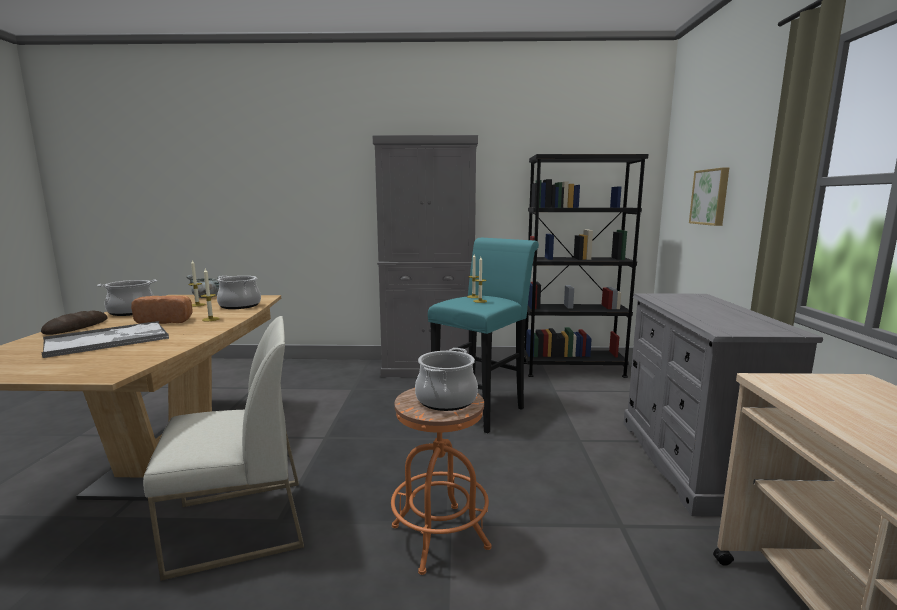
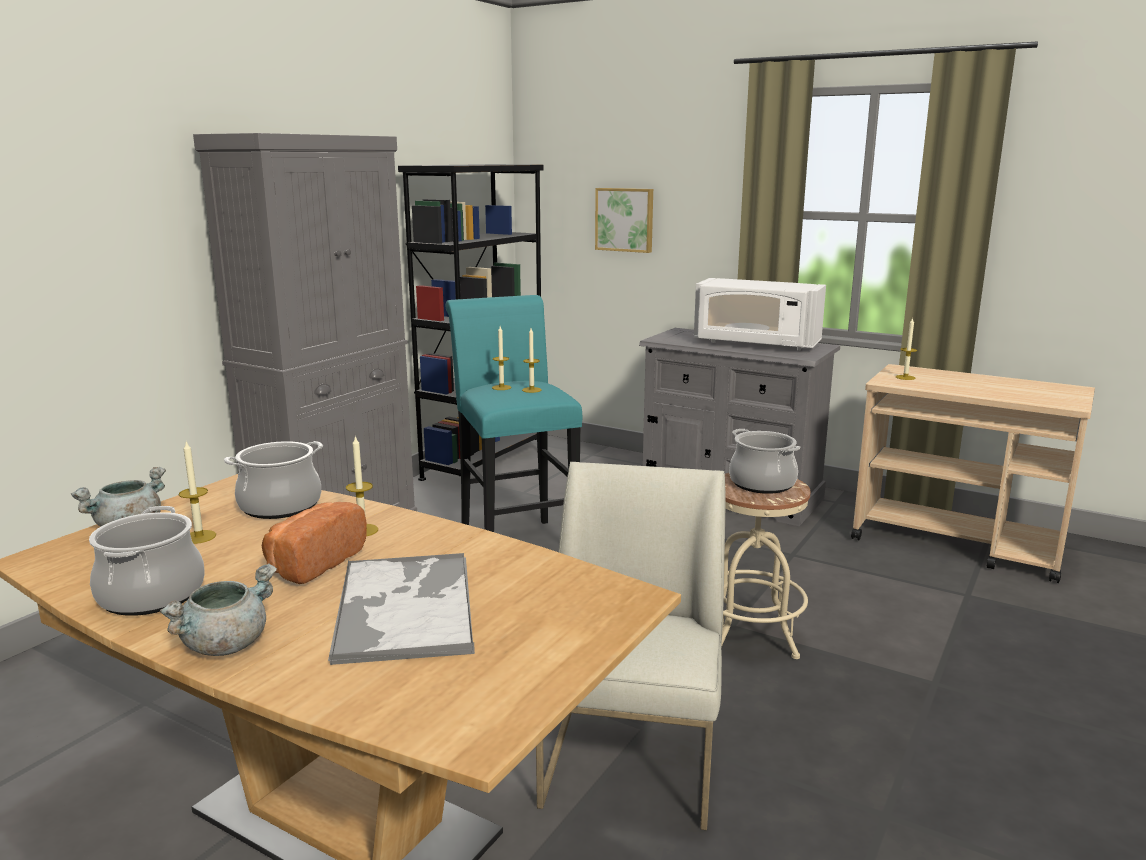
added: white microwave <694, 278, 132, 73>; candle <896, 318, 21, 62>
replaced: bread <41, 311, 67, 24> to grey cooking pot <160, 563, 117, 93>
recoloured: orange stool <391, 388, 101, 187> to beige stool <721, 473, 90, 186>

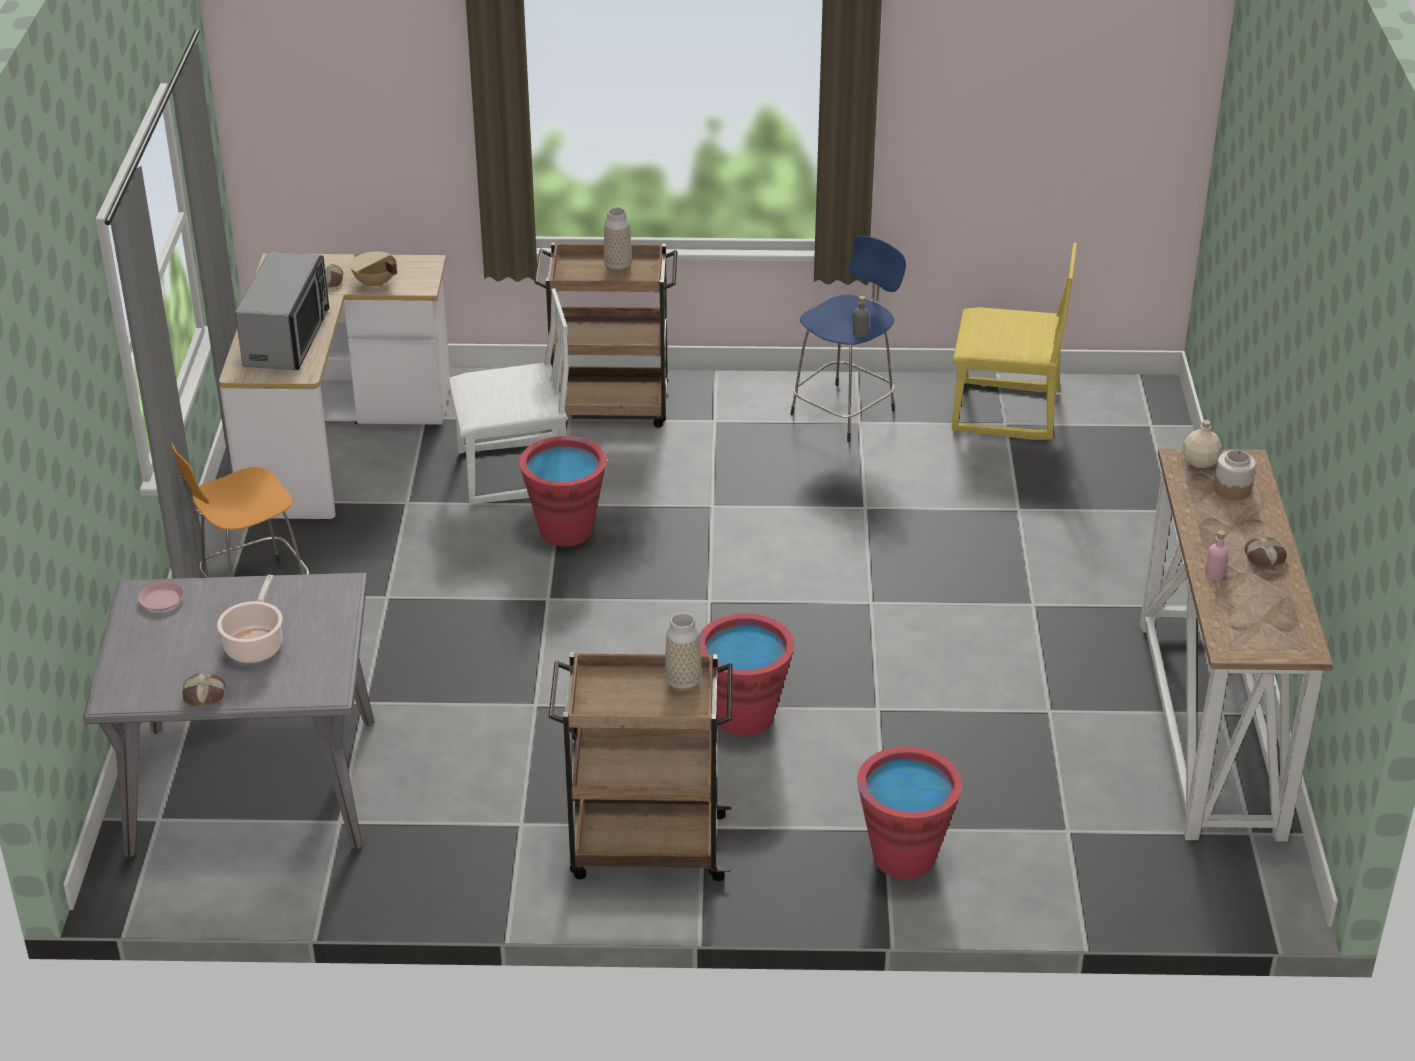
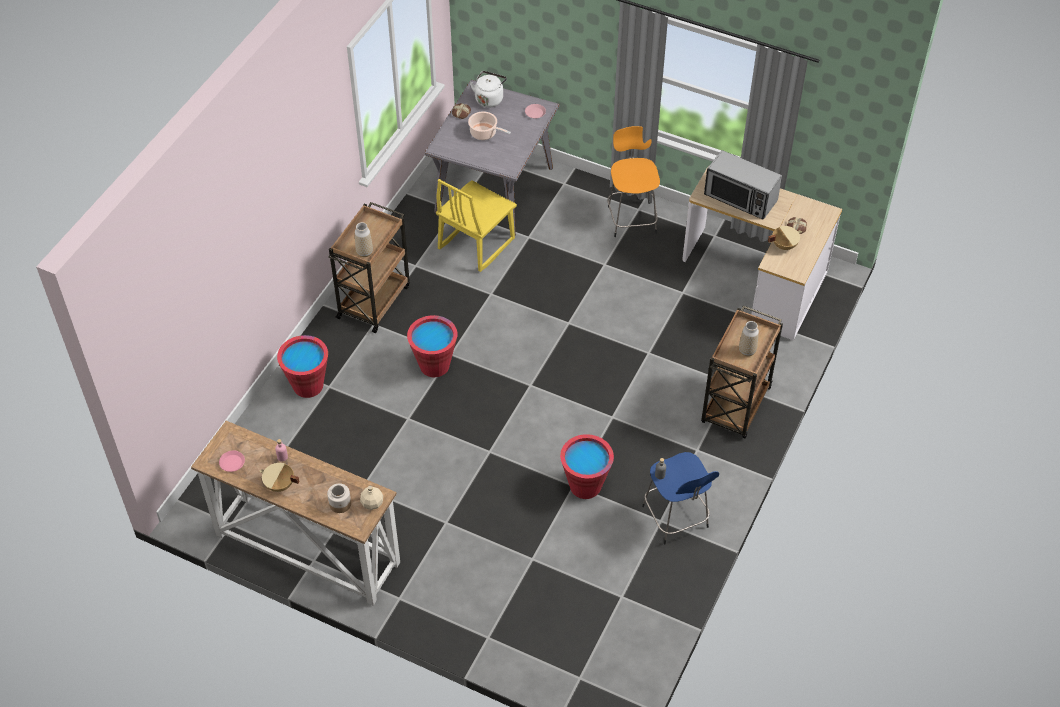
removed: white chair <448, 288, 121, 217>
added: pink plate <219, 451, 26, 21>; white kettle <470, 71, 37, 37>
moved: yellow chair <952, 243, 125, 197> to <436, 179, 81, 93>; red bucket <519, 436, 88, 111> to <560, 434, 54, 65>
replaced: bread <1245, 537, 42, 31> to beige cooking pot <259, 463, 41, 29>

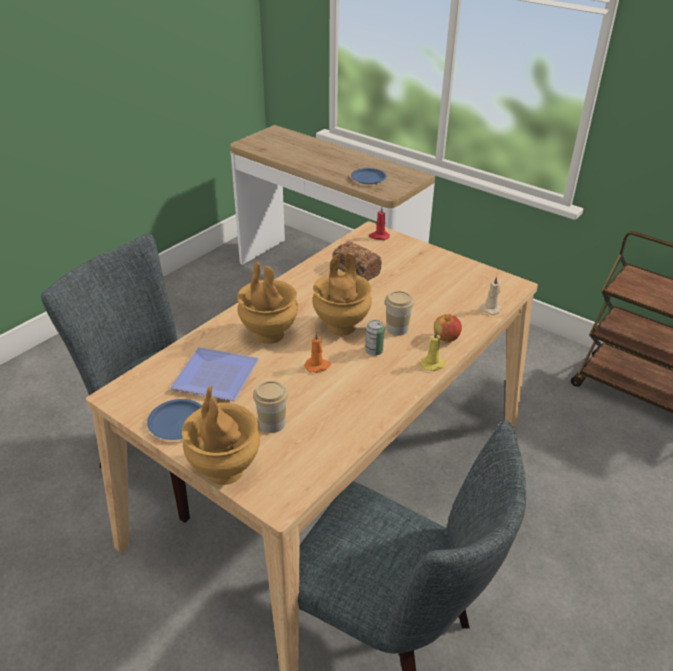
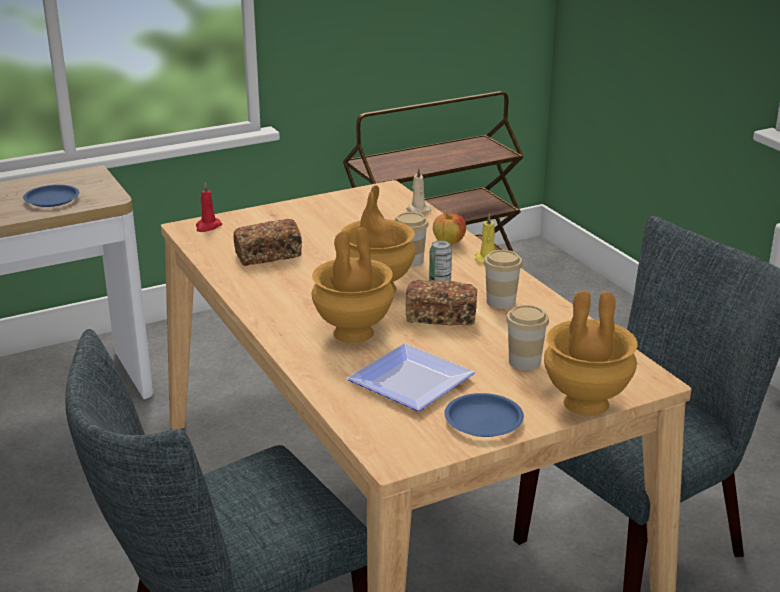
added: cup <484, 250, 39, 59>
replaced: orange candle <304, 331, 27, 42> to bread <406, 280, 71, 46>

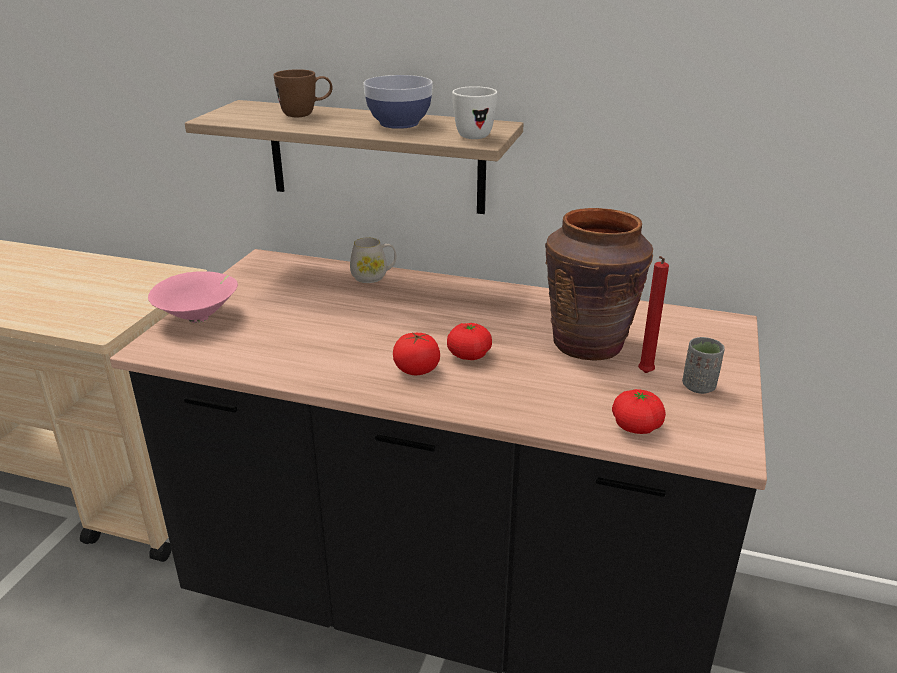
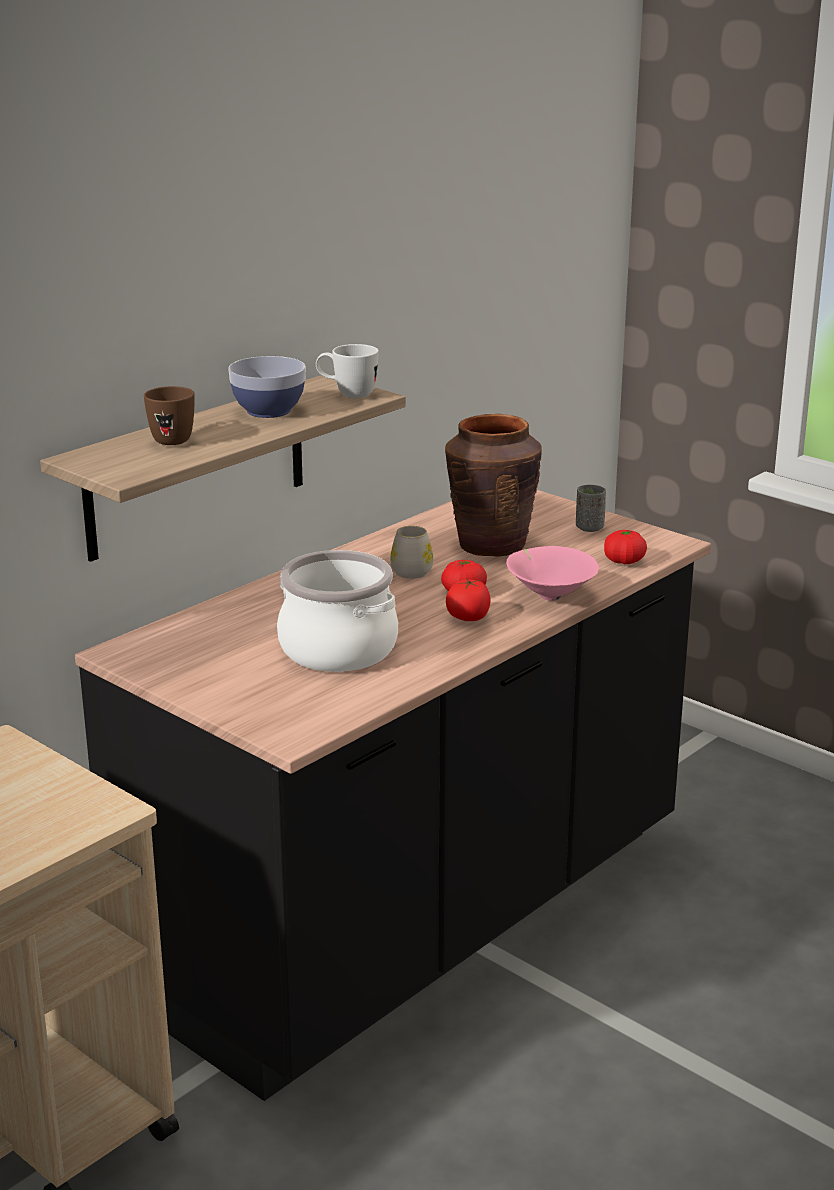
removed: red candle <638, 256, 31, 117>
added: cooking pot <277, 550, 121, 122>
moved: white mug <350, 238, 46, 45> to <390, 526, 43, 53>; pink bowl <148, 271, 90, 52> to <506, 546, 93, 55>

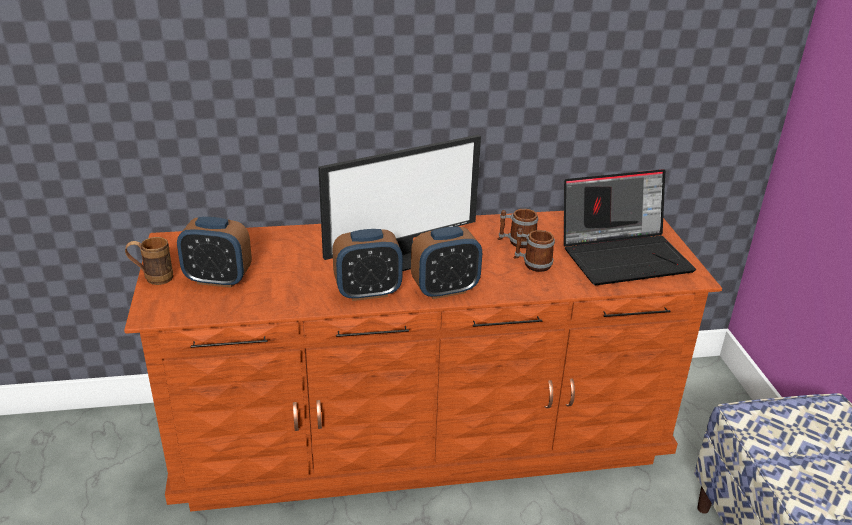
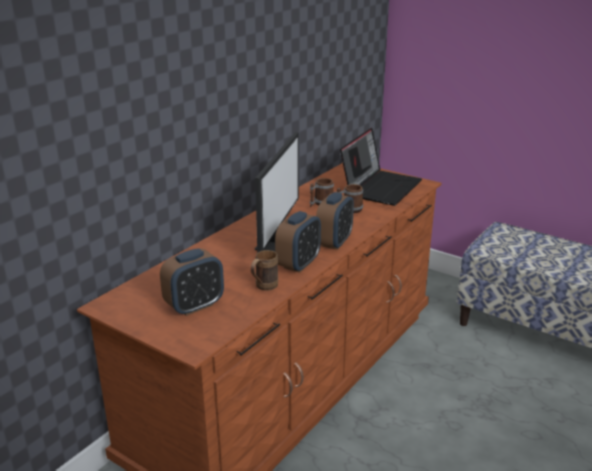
moved: brown mug <125, 237, 48, 48> to <250, 250, 28, 41>

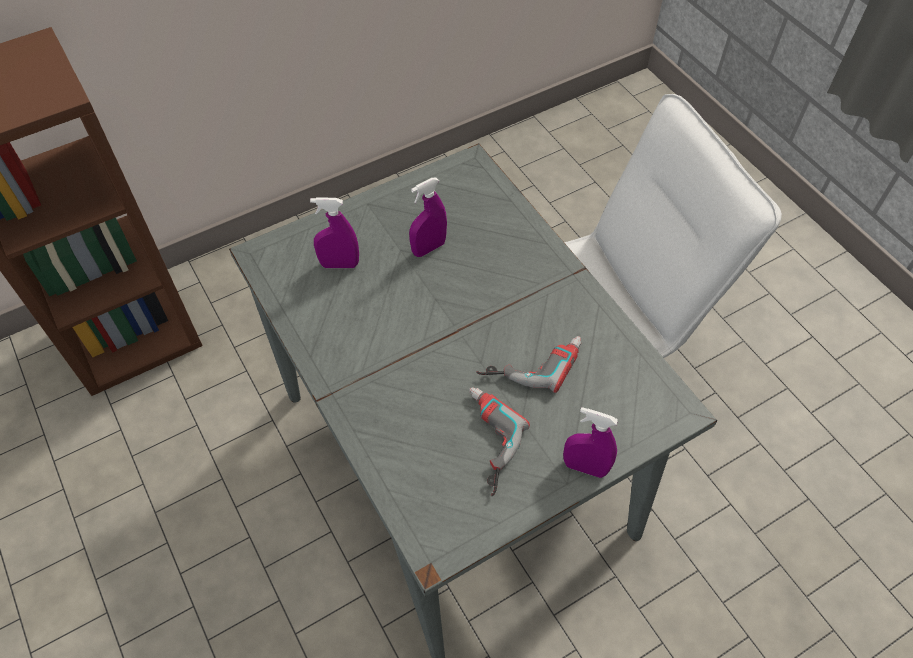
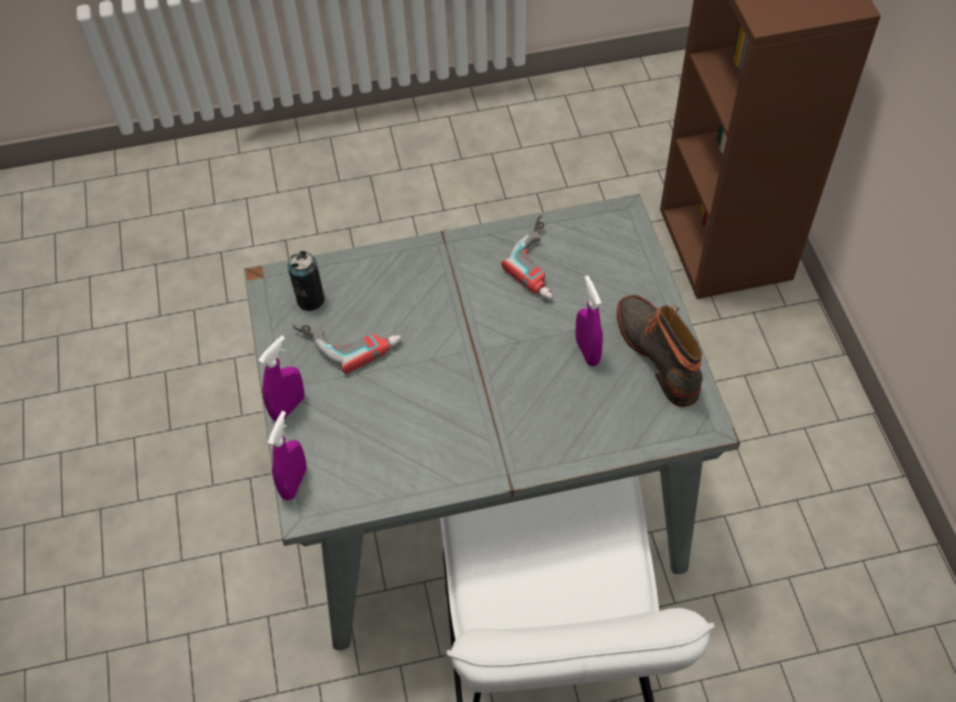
added: can <288, 251, 37, 60>; boot <617, 295, 86, 112>
moved: purple spray bottle <310, 198, 49, 70> to <267, 411, 40, 89>; power drill <476, 336, 105, 57> to <501, 215, 52, 84>

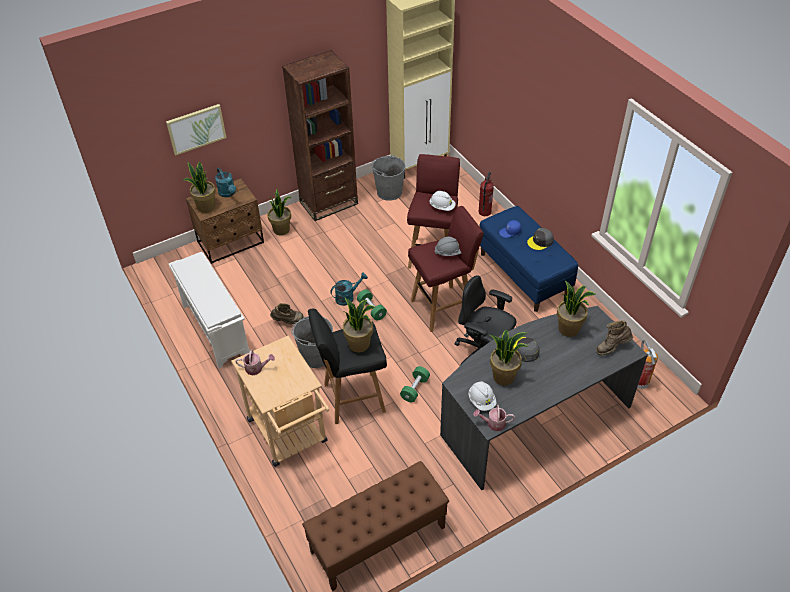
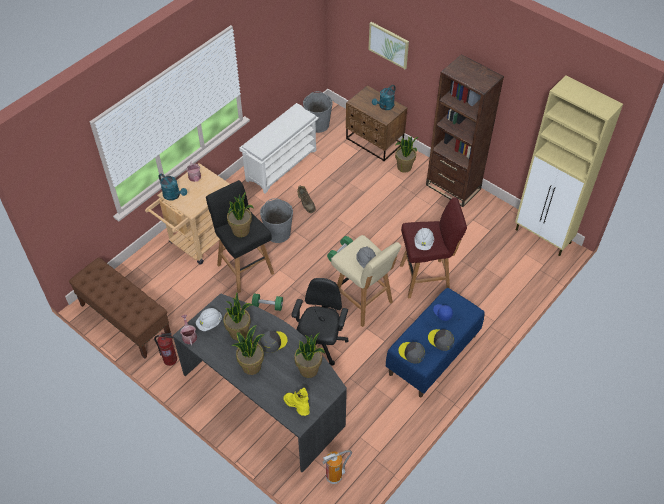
added: grey cap <398, 342, 27, 22>
moved: fire extinguisher <479, 172, 15, 44> to <154, 333, 23, 33>; turquoise watering can <330, 273, 38, 33> to <159, 174, 28, 26>; potted plant <183, 162, 33, 51> to <231, 325, 33, 50>; grey bucket <371, 155, 34, 46> to <303, 91, 30, 42>
recoloured: brown boot <596, 320, 37, 35> to yellow boot <283, 388, 27, 28>; red stool <408, 206, 76, 126> to beige stool <331, 235, 70, 92>

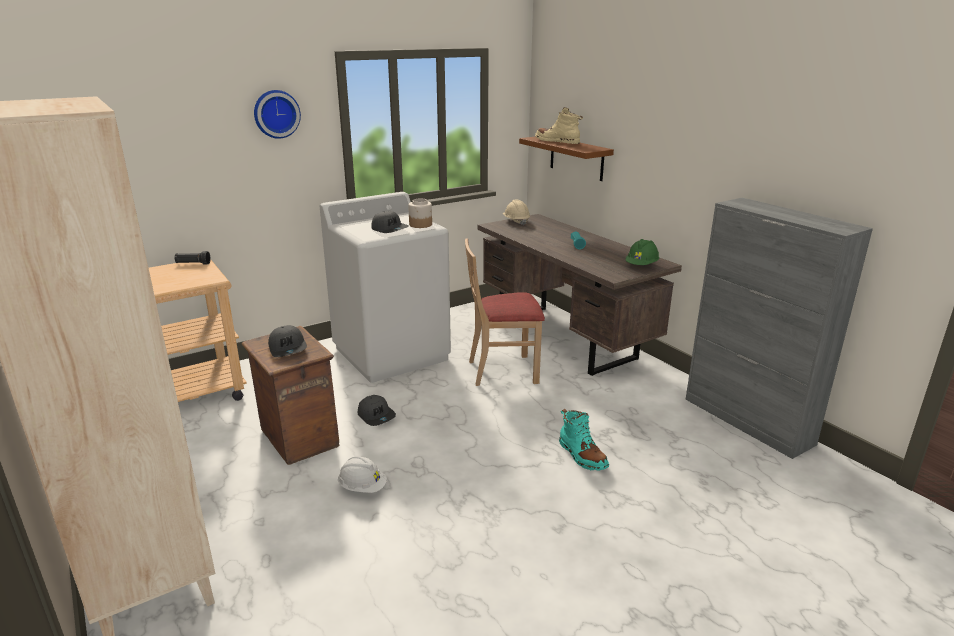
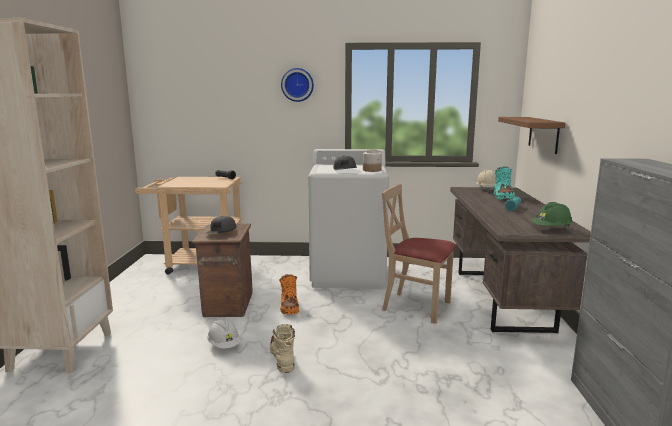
moved: beige boot <535, 107, 48, 37> to <270, 324, 25, 49>; turquoise boot <559, 409, 50, 62> to <494, 166, 21, 34>
replaced: grey cap <358, 395, 38, 31> to orange boot <279, 274, 20, 41>

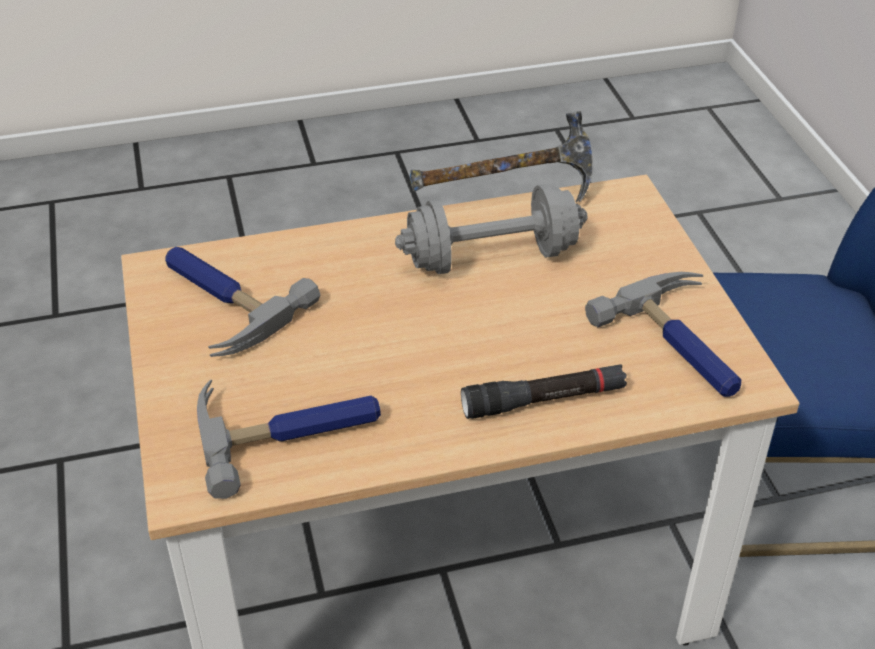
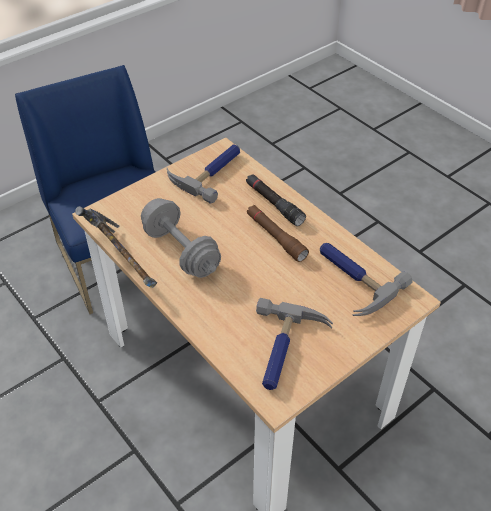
added: brown flashlight <247, 205, 62, 57>

